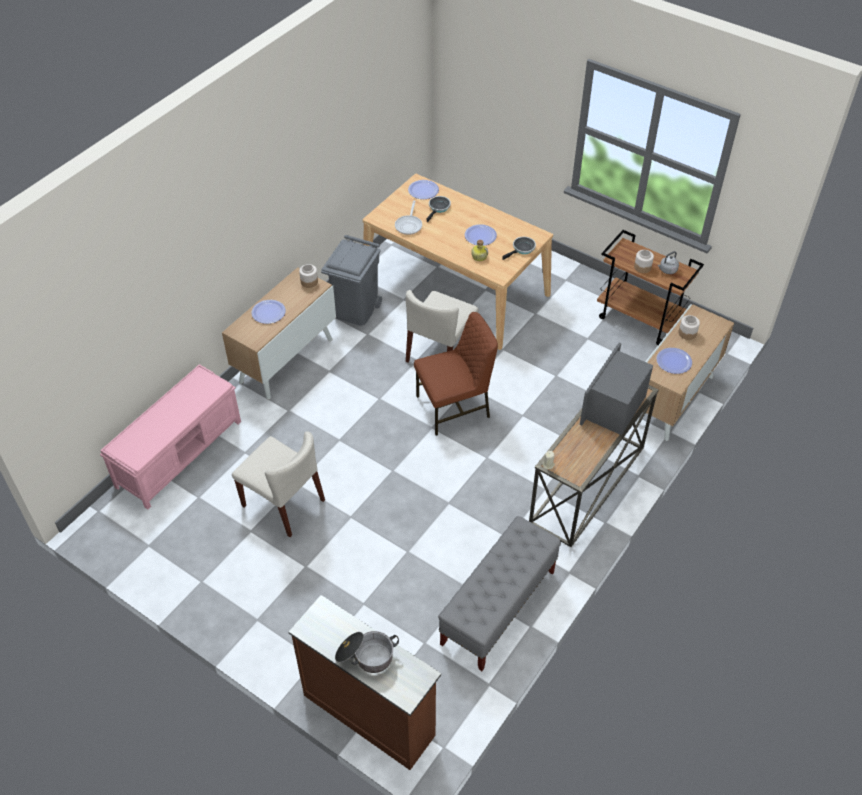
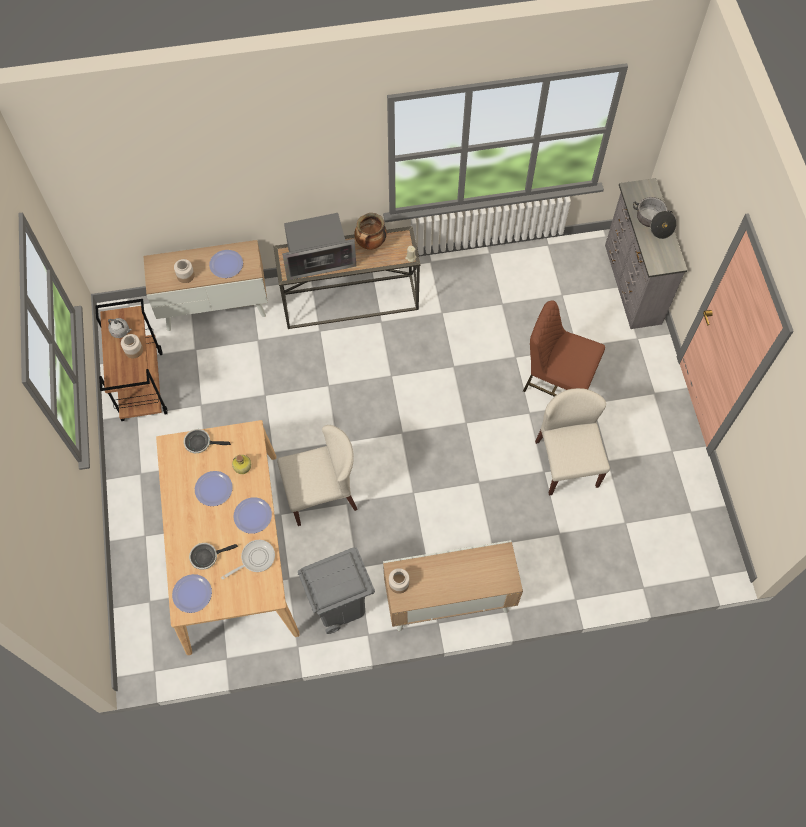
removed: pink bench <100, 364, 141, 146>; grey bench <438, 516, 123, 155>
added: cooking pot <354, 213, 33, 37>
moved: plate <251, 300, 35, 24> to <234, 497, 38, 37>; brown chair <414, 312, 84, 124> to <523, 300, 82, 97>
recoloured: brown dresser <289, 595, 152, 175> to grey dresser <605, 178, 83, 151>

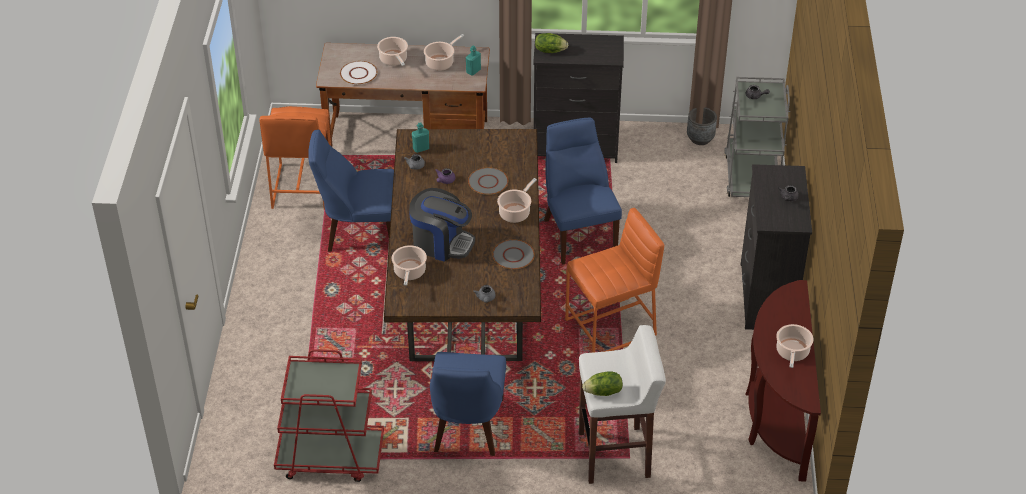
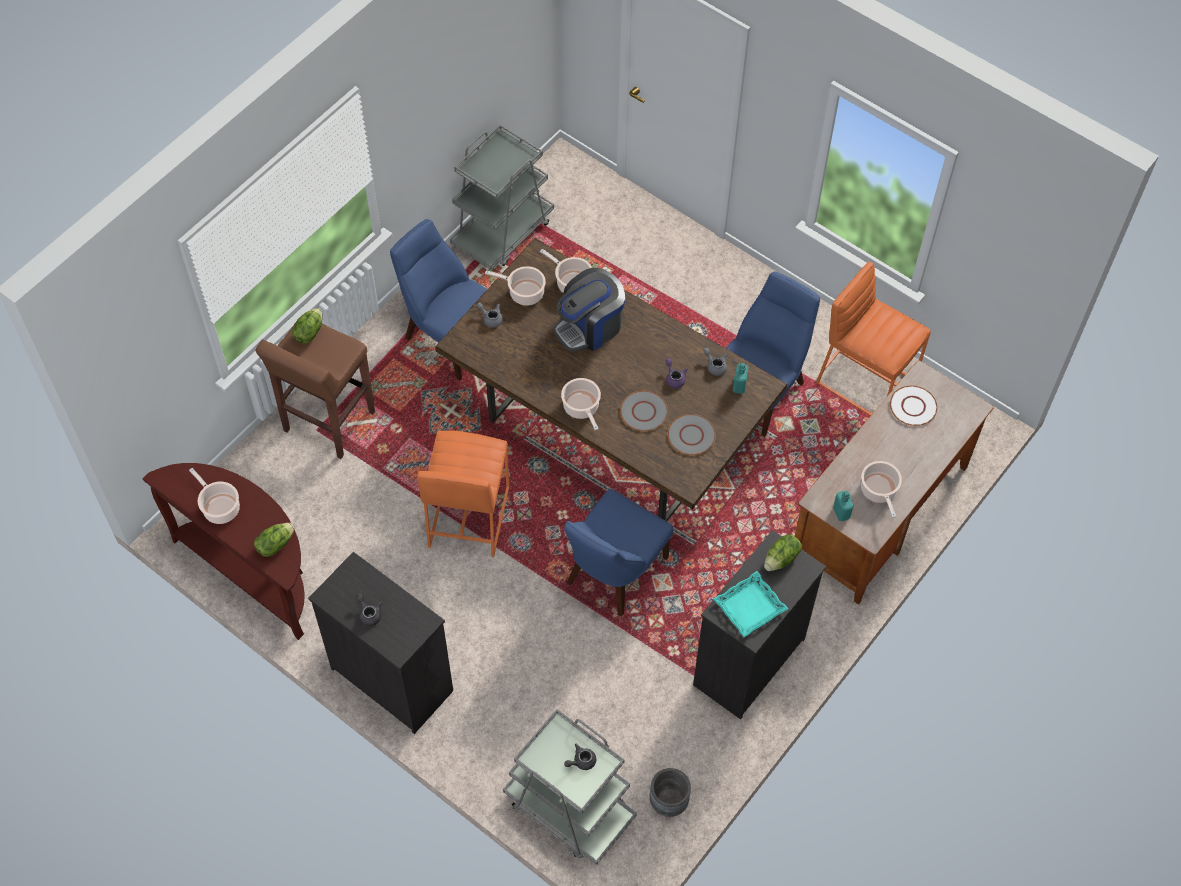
added: lettuce <254, 523, 41, 34>; turquoise tray <713, 571, 75, 66>
moved: cooking pot <377, 37, 31, 29> to <485, 266, 61, 40>; grey plate <492, 240, 43, 29> to <668, 414, 48, 41>
recoloured: white stool <579, 325, 87, 159> to brown stool <256, 321, 119, 138>; red cart <274, 349, 110, 133> to grey cart <450, 124, 104, 146>
turned: blue chair <544, 118, 78, 147> = <564, 489, 109, 128> 105 degrees clockwise

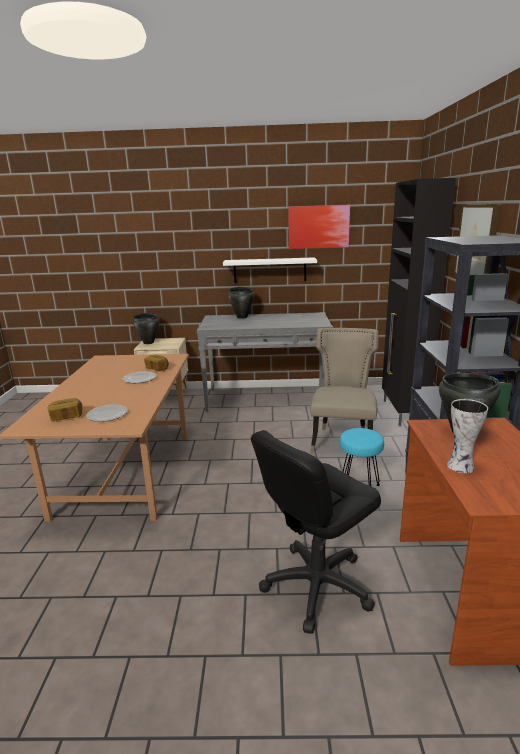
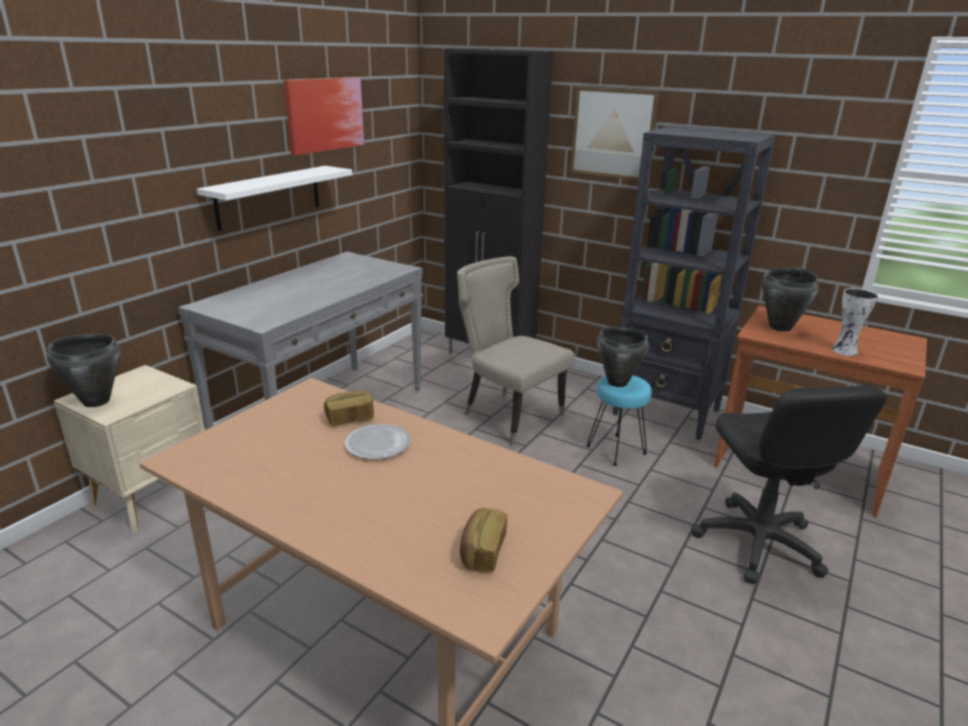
removed: plate <86, 405, 42, 17>
moved: black cooking pot <228, 287, 26, 32> to <597, 327, 52, 60>

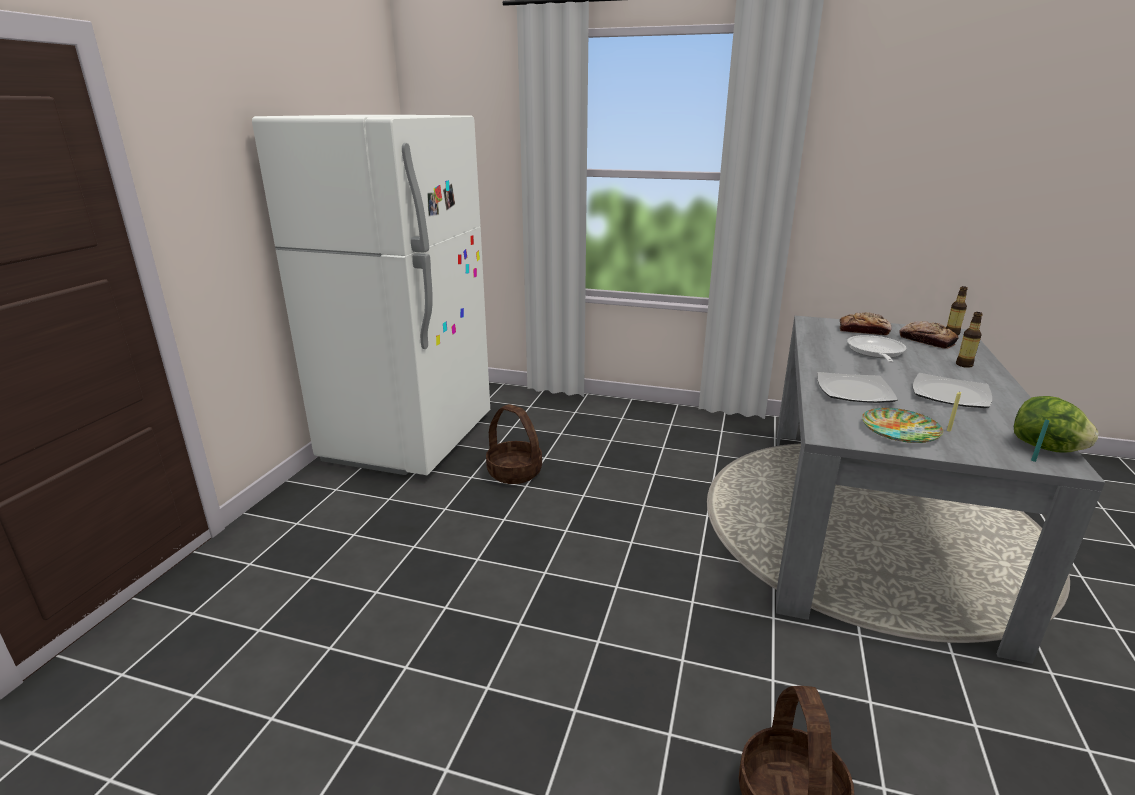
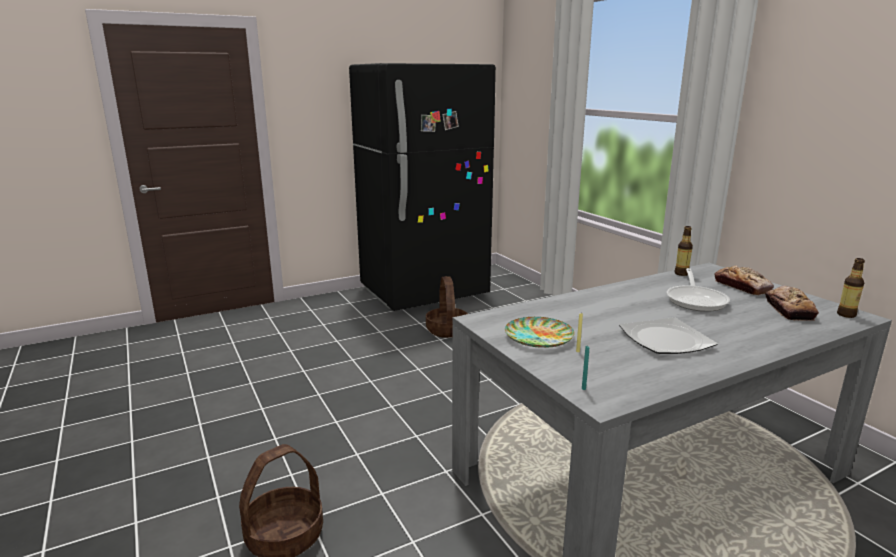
removed: plate <817, 372, 81, 31>; lettuce <1014, 396, 85, 57>
moved: bottle <956, 312, 26, 56> to <675, 226, 18, 50>
recoloured: white fridge <252, 115, 238, 360> to black fridge <349, 63, 147, 248>
turned: frying pan <847, 335, 59, 28> = <667, 268, 63, 44> 135 degrees clockwise

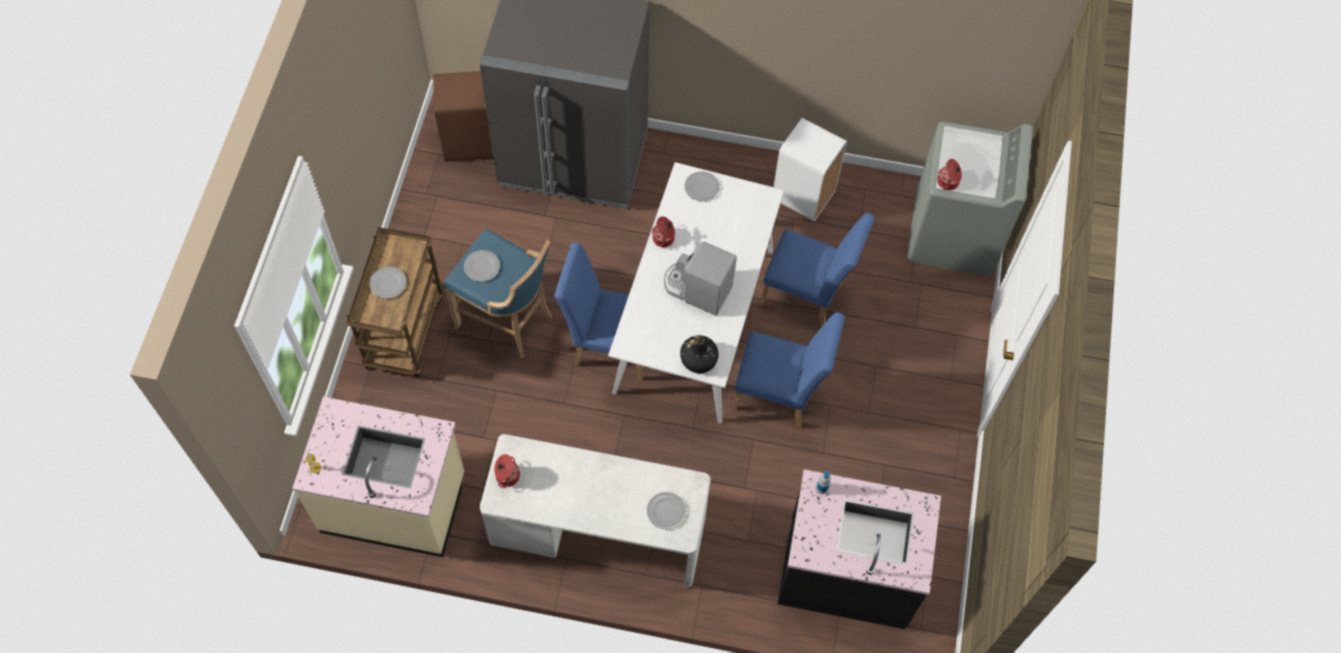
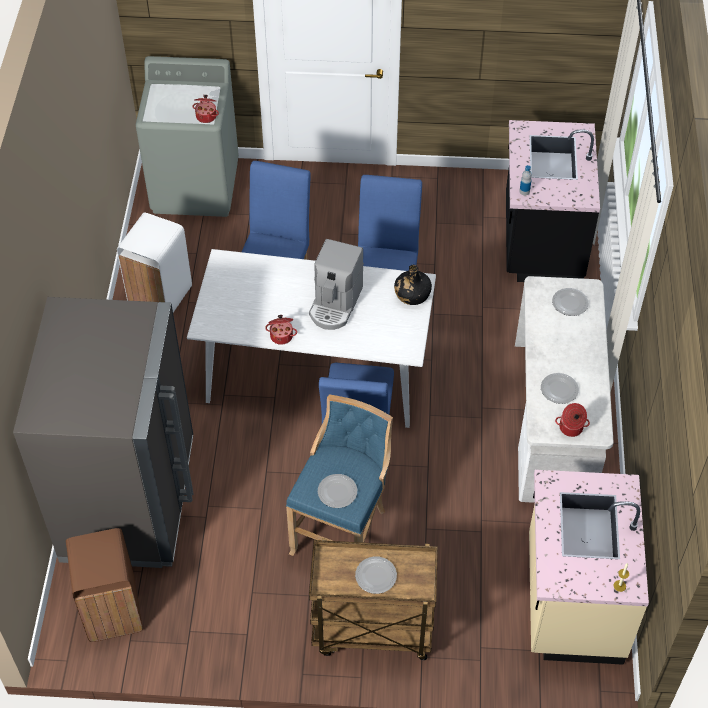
moved: plate <684, 171, 36, 30> to <541, 373, 38, 31>

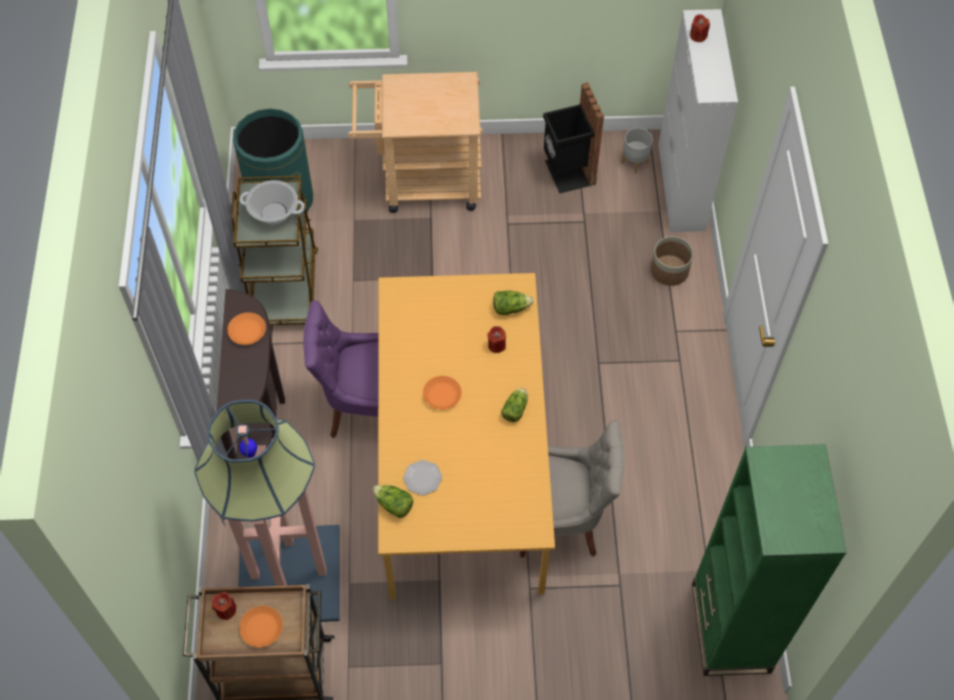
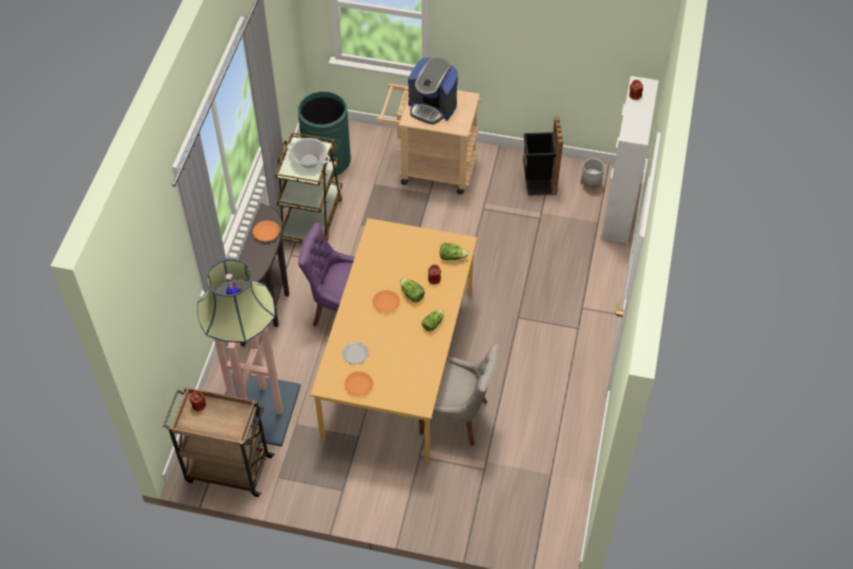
removed: planter <651, 236, 42, 50>; green bookcase <692, 444, 155, 232>
added: coffee machine <408, 57, 50, 68>
moved: orange plate <239, 606, 44, 41> to <344, 371, 29, 25>; lettuce <372, 485, 41, 33> to <400, 279, 25, 23>

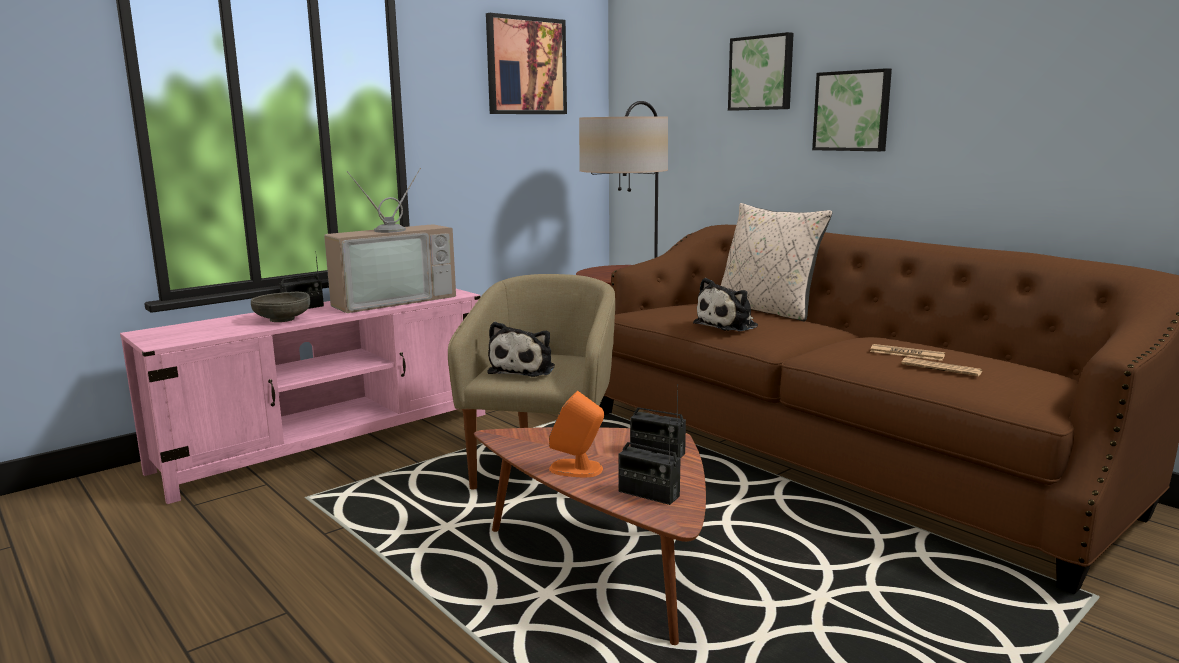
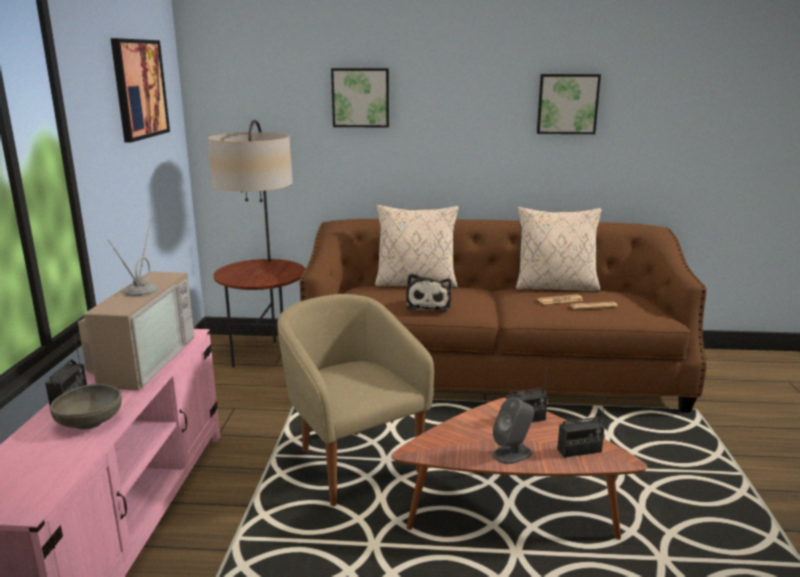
removed: plush toy <487, 322, 68, 55>
added: beige pillow <516, 207, 86, 85>
moved: picture <812, 68, 80, 83> to <537, 74, 64, 60>
recoloured: orange speaker <549, 391, 55, 86> to grey speaker <493, 397, 41, 67>

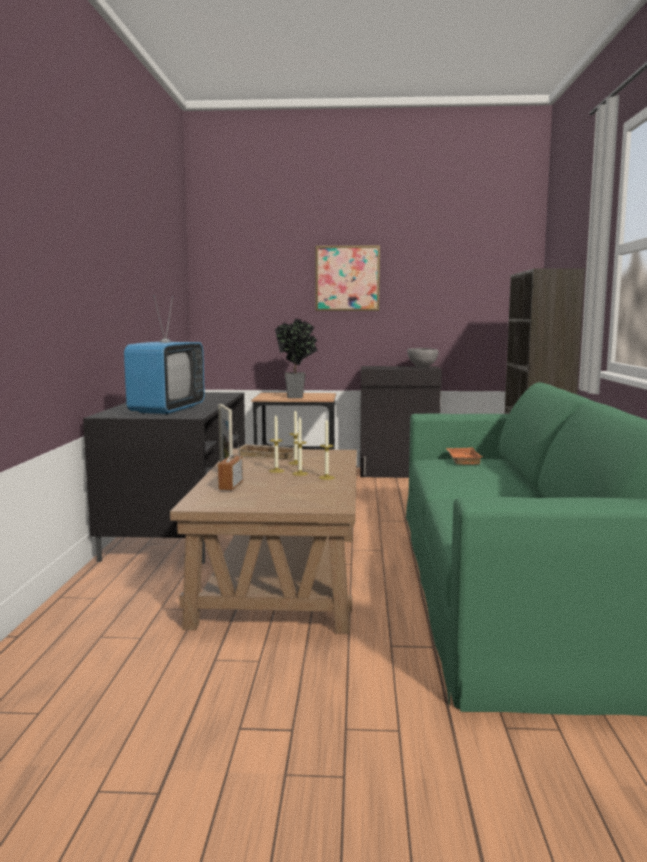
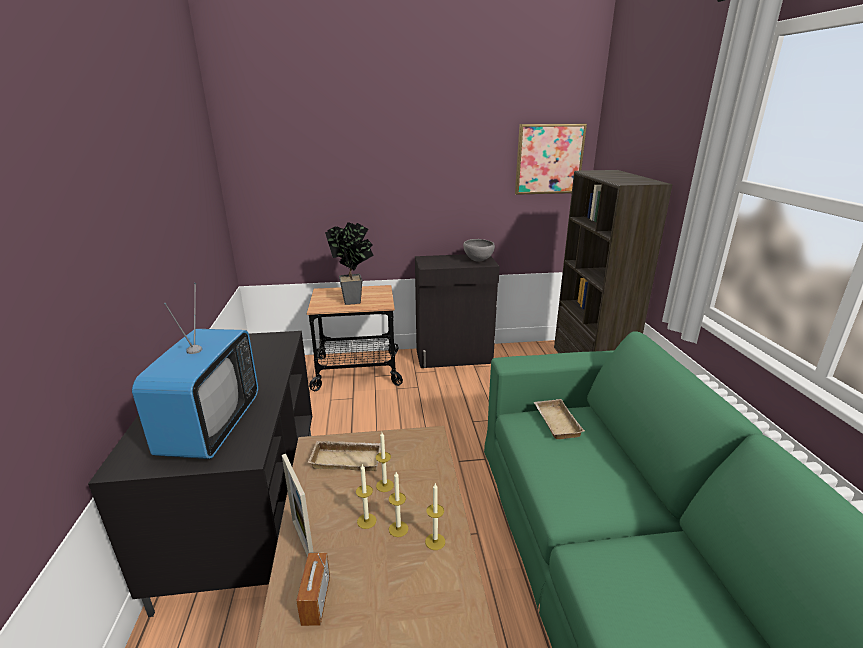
moved: picture <315, 245, 65, 66> to <515, 124, 72, 71>
recoloured: orange tray <446, 448, 37, 17> to beige tray <534, 399, 51, 40>

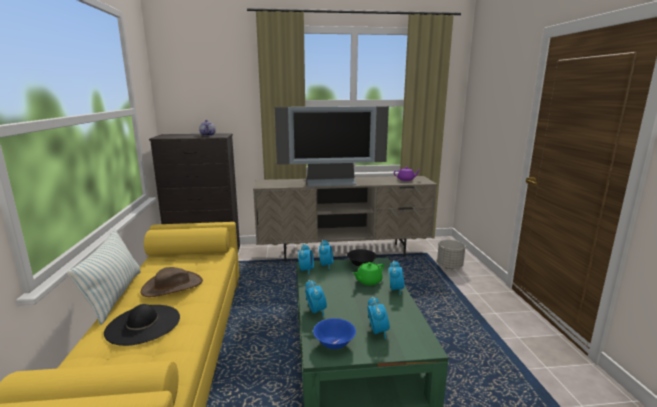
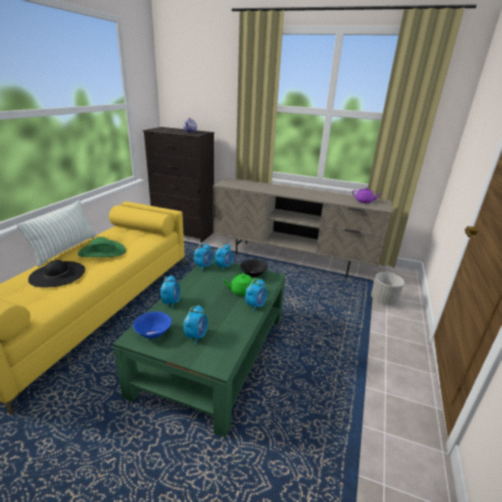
removed: television <275, 106, 114, 81>
recoloured: brown hat <141, 267, 62, 30> to green hat <78, 237, 48, 20>

